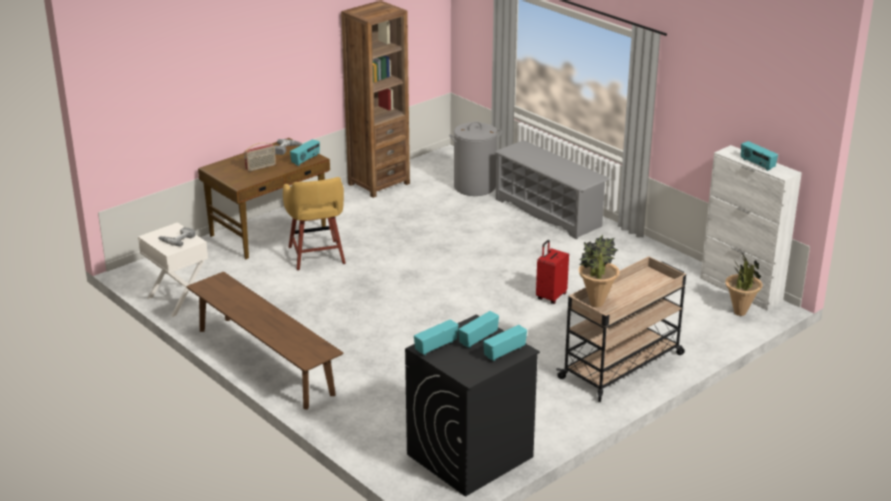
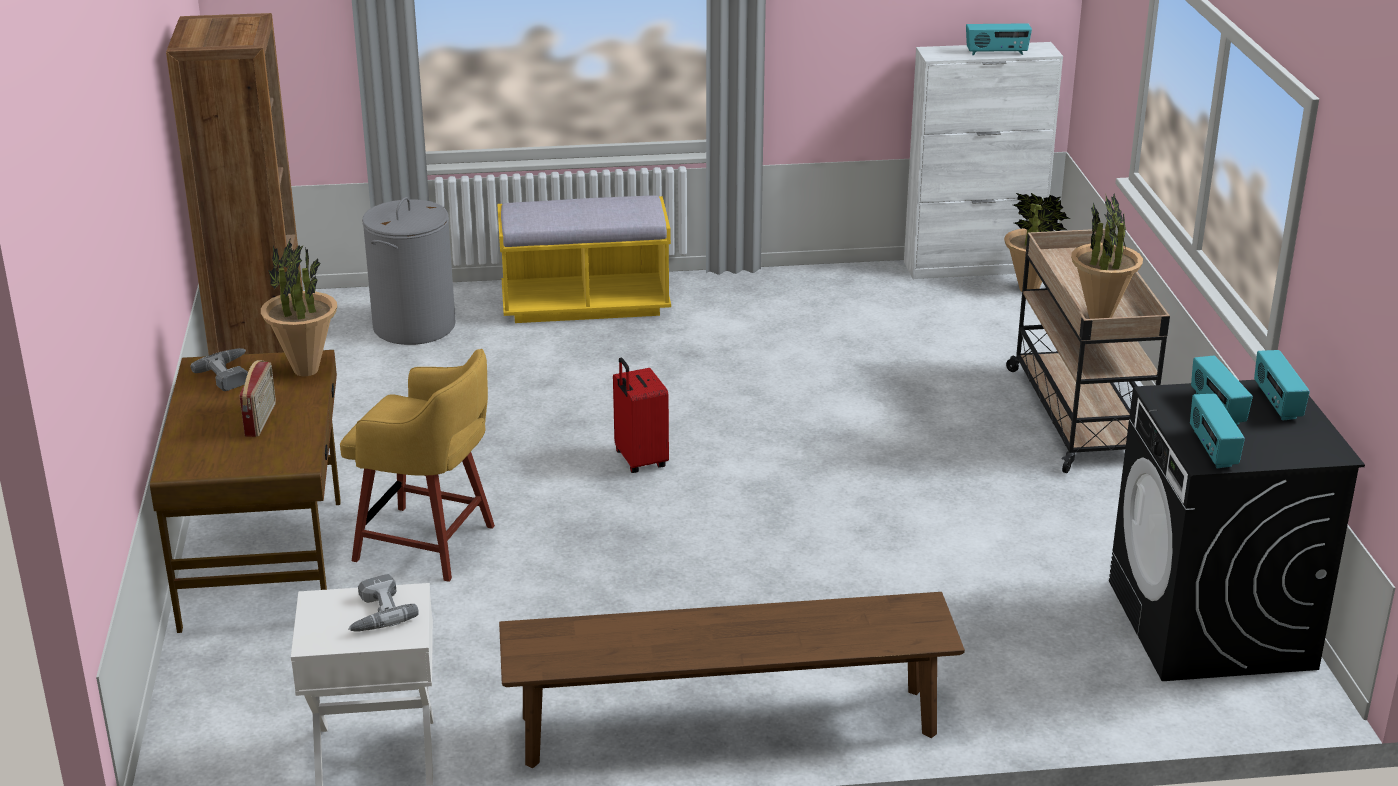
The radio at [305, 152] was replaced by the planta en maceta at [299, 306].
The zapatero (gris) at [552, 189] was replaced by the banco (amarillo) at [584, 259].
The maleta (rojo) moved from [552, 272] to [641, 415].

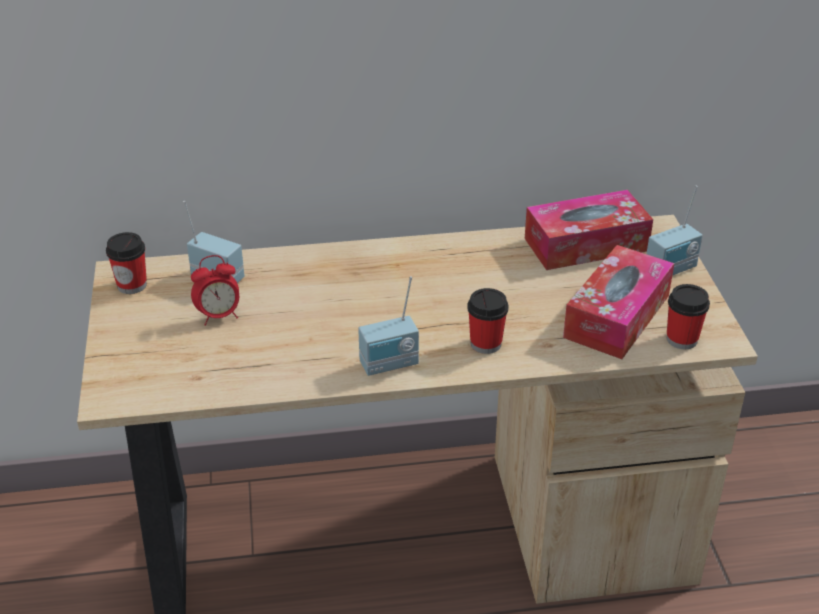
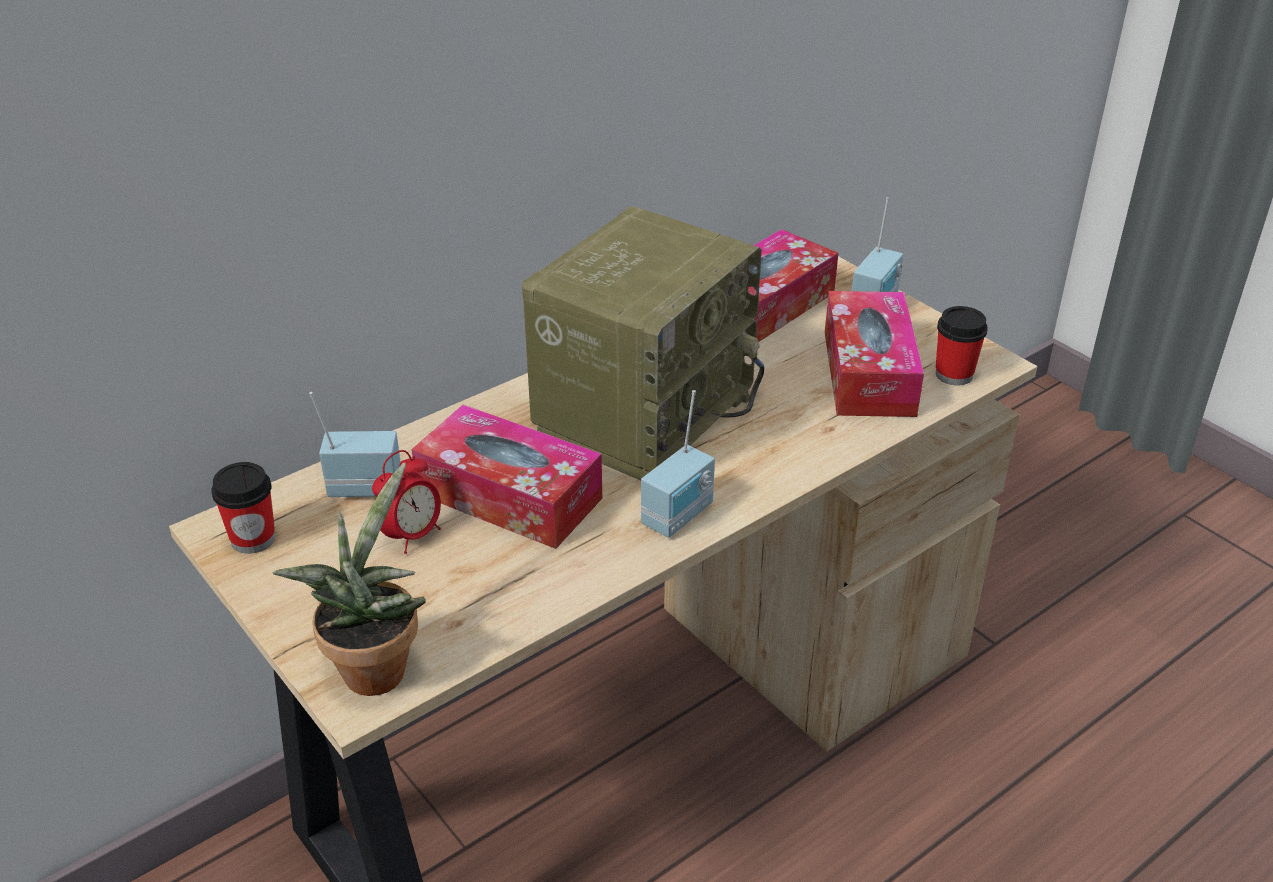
The taza at [487, 321] disappeared.
The radio at [643, 343] appeared.
The caja de pañuelos at [506, 476] appeared.
The planta en maceta at [349, 579] appeared.

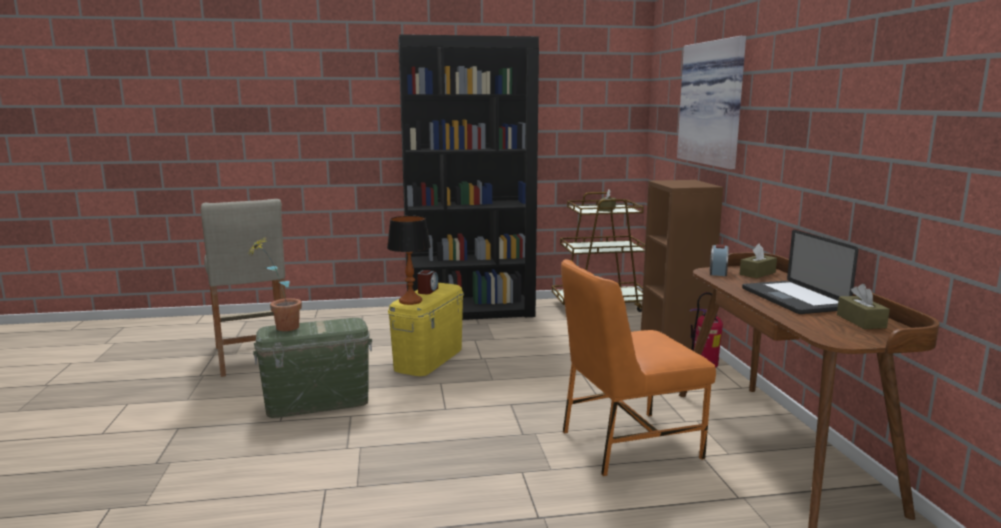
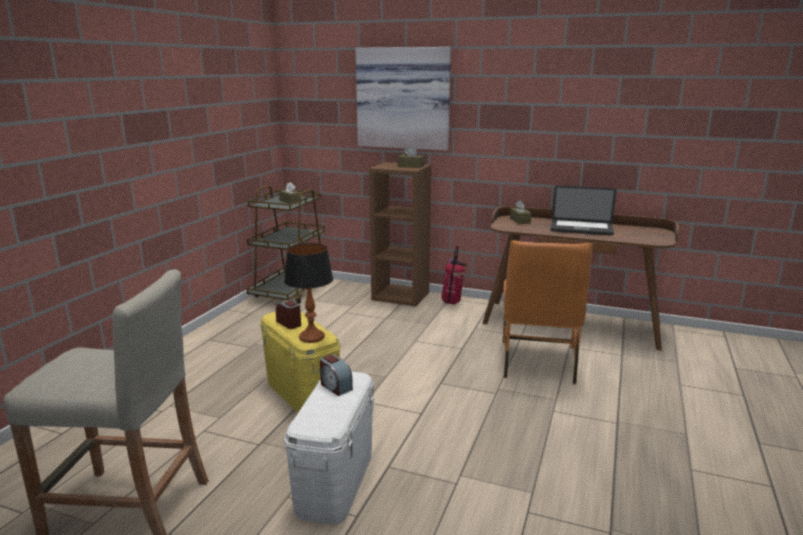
The estantería (negro) at [468, 177] disappeared.
The planta en maceta at [275, 283] disappeared.
The despertador moved from [719, 260] to [336, 375].
The caja de pañuelos (marrón) moved from [863, 306] to [411, 157].
The caja de almacenaje (verde) at [312, 368] became the caja de almacenaje (blanco) at [329, 447].

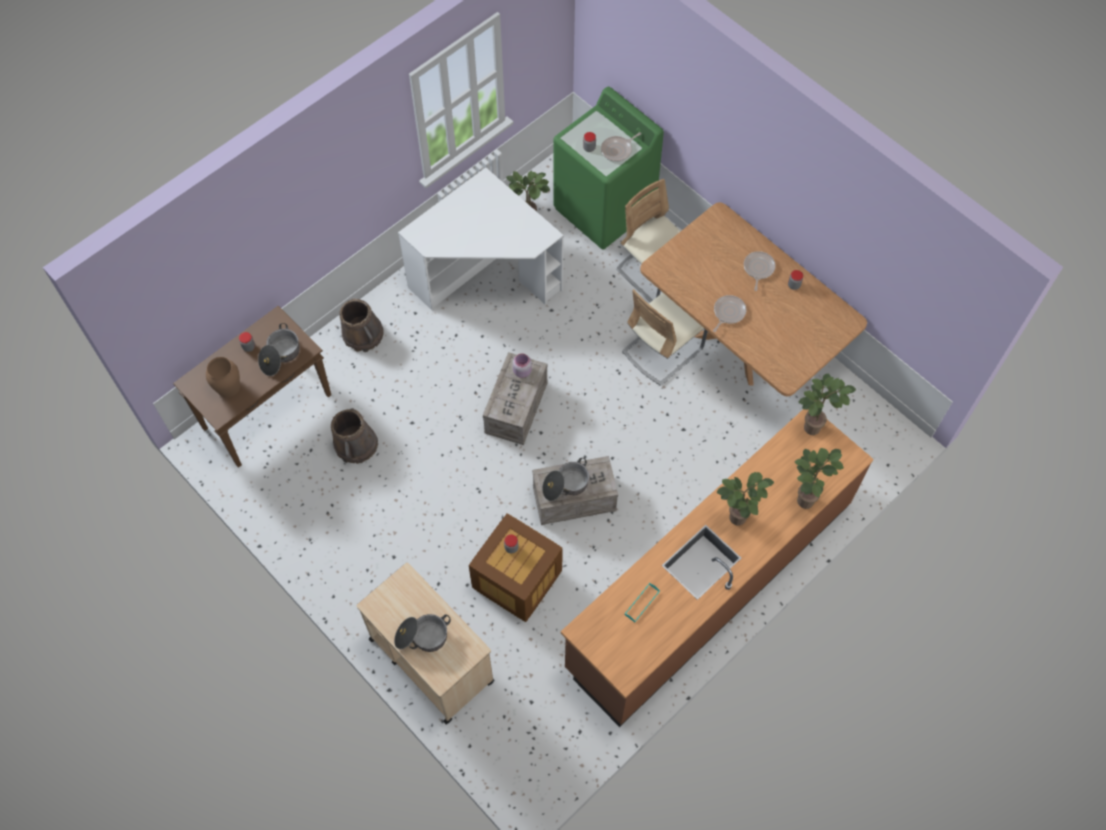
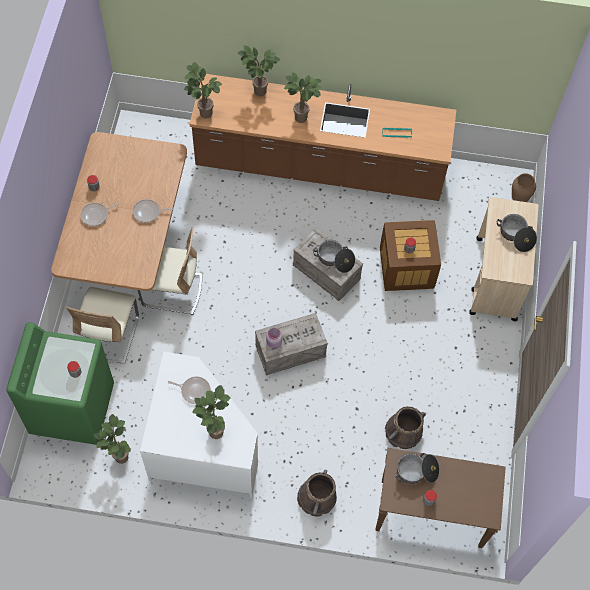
The sartén moved from [621, 147] to [189, 390].
The florero (marrón) moved from [223, 377] to [524, 187].
The planta en maceta at [211, 412] appeared.

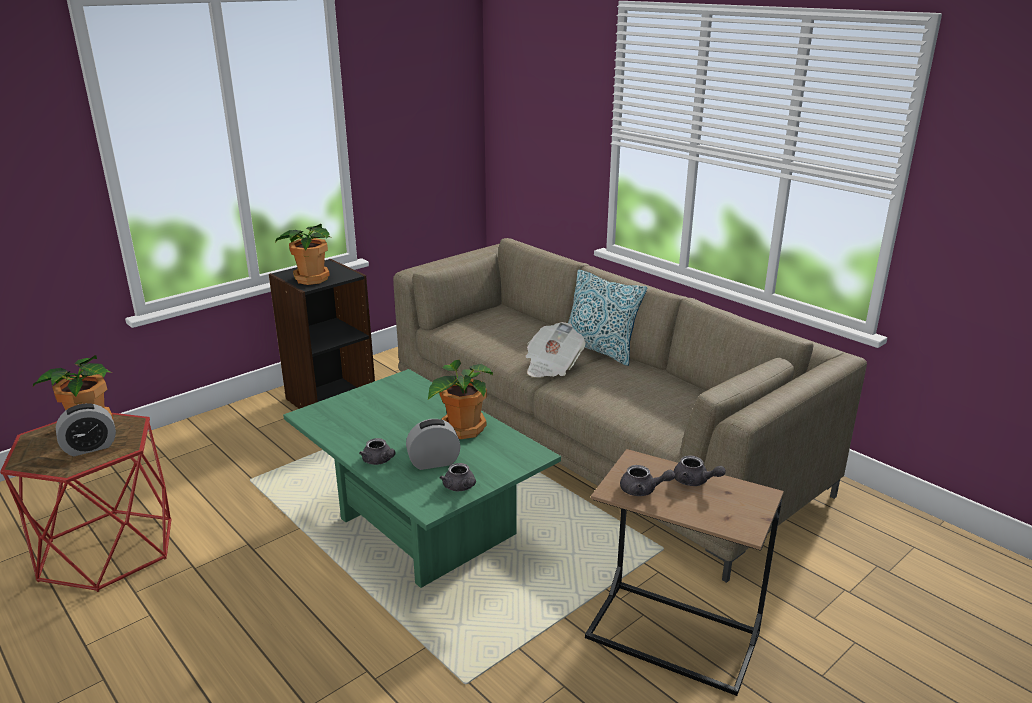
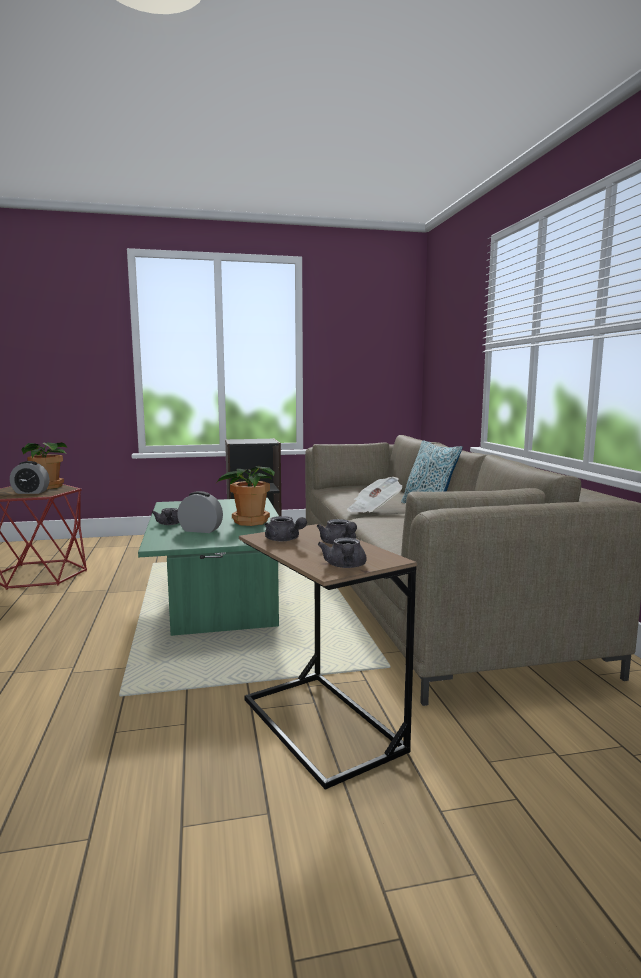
The planta en maceta at [303, 254] disappeared.
The tetera (gris) moved from [458, 477] to [342, 553].

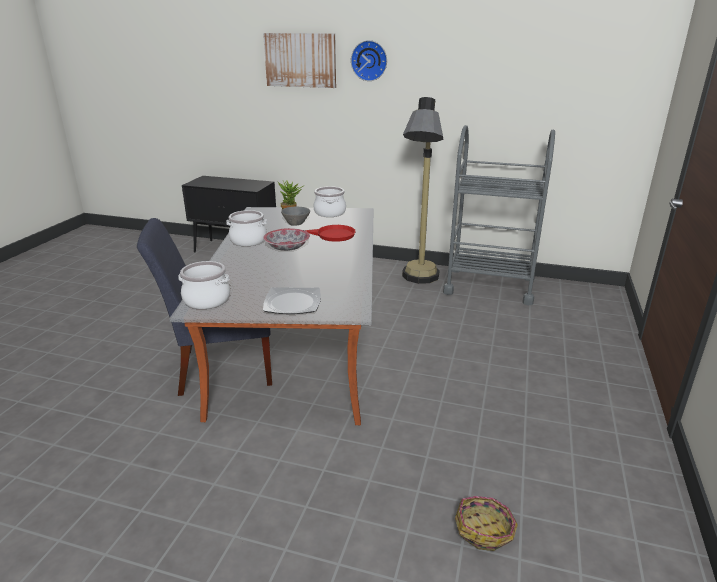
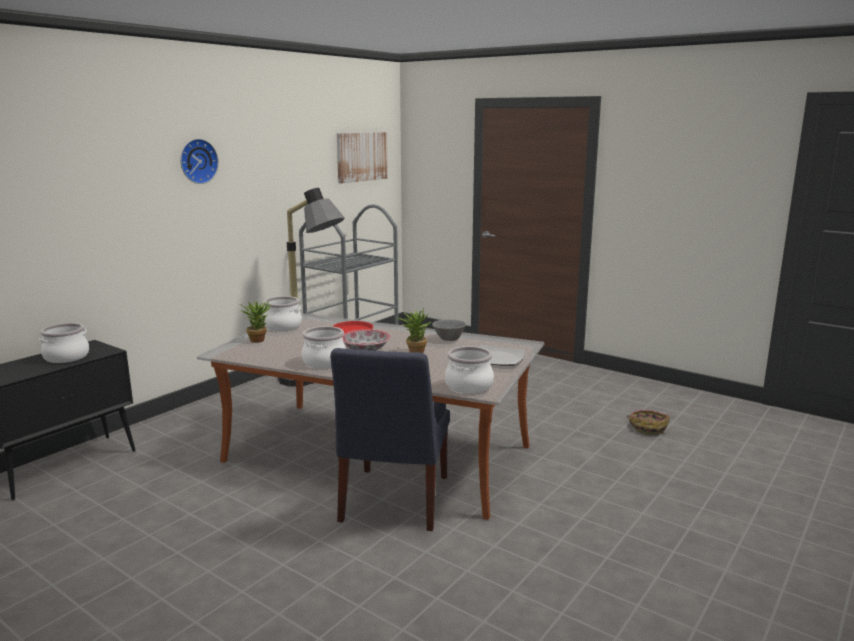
The cuadro moved from [299, 60] to [362, 157].
The cuenco (gris) moved from [295, 216] to [449, 330].
The planta en maceta at [414, 330] appeared.
The olla at [64, 343] appeared.

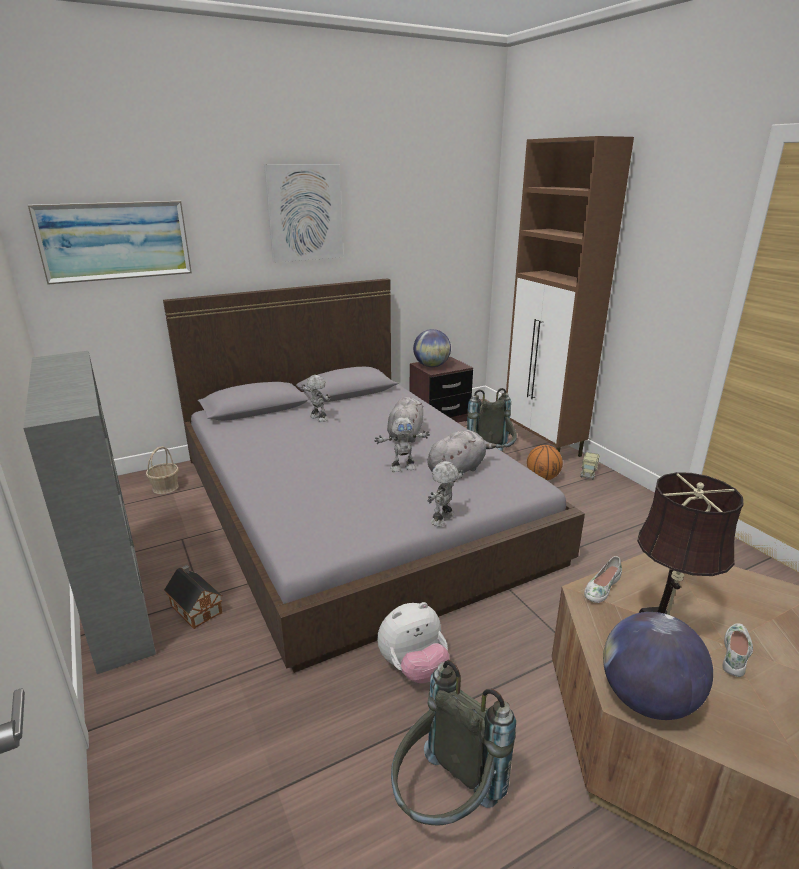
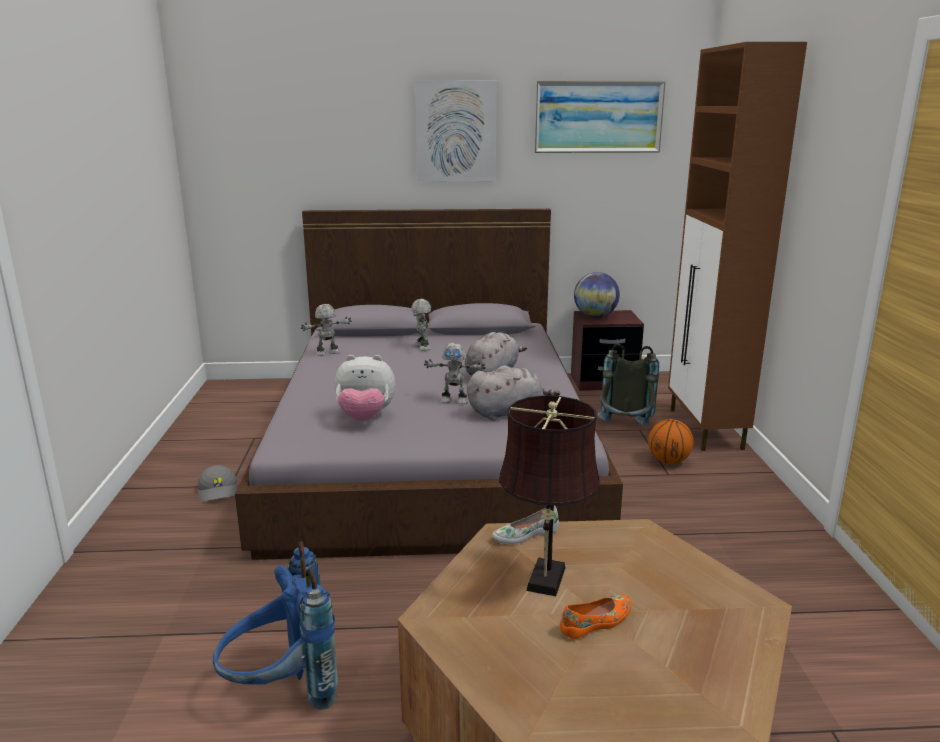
The cuadro moved from [109, 243] to [600, 117].
The estantería (gris) at [89, 512] disappeared.
The cesta at [162, 470] disappeared.
The camión de juguete at [590, 466] disappeared.
The robot de juguete moved from [445, 493] to [326, 330].
The casita at [193, 597] was replaced by the gorra (gris) at [218, 483].
The peluche moved from [413, 642] to [365, 388].
The globo terráqueo at [658, 666] disappeared.
The zapato (blanco) at [738, 650] became the zapato (naranja) at [596, 617].
The mochila (gris) at [453, 742] became the mochila (azul) at [275, 625].

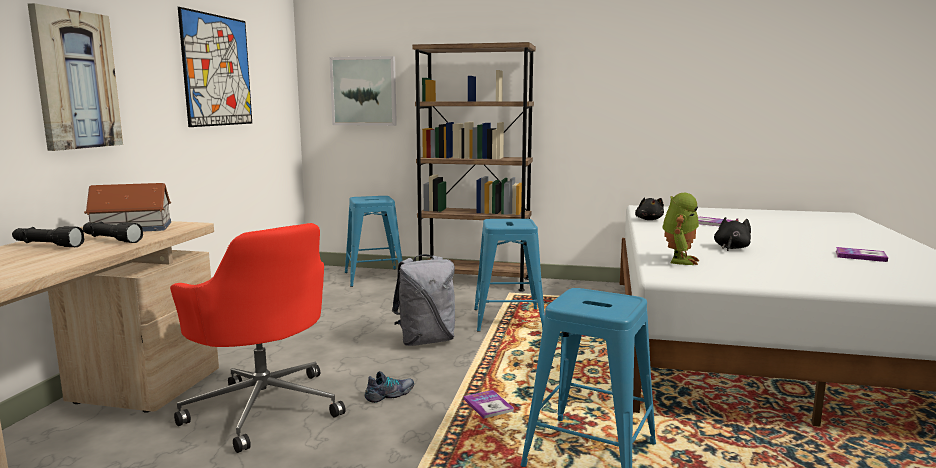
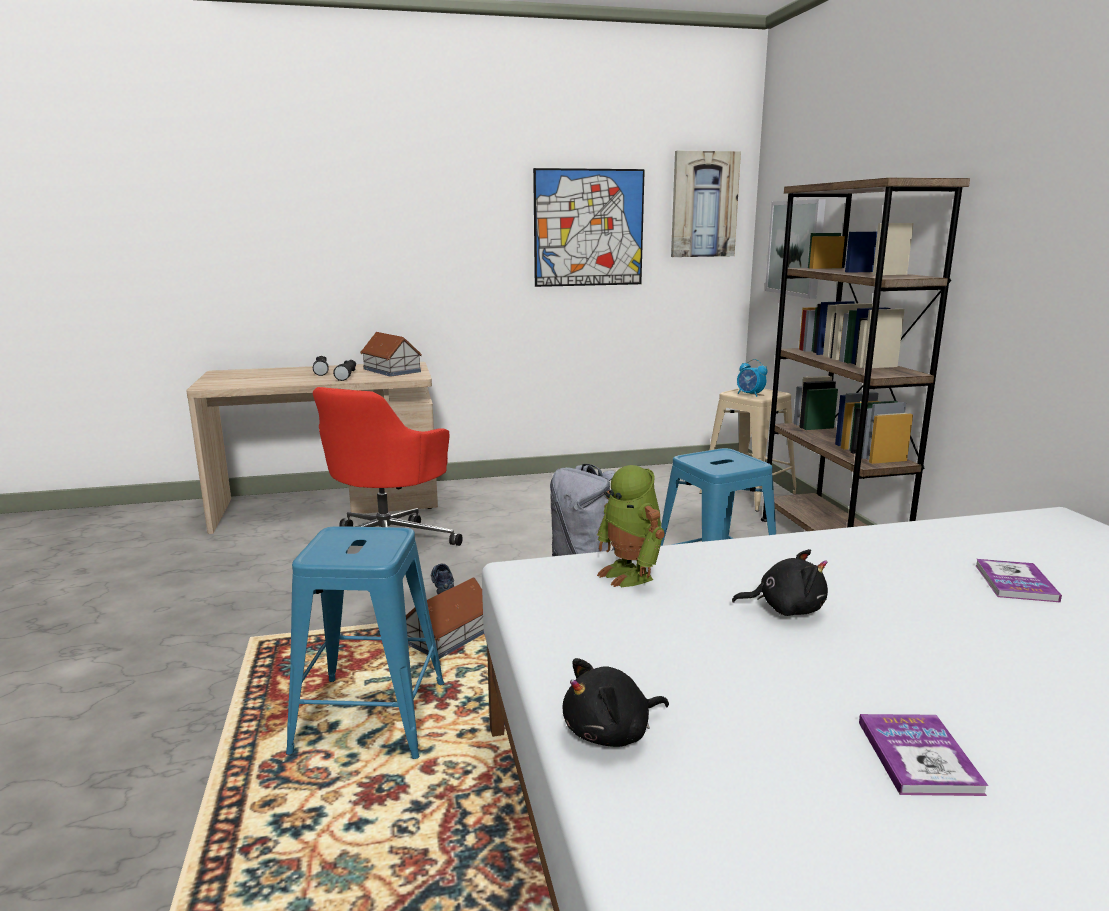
The cuadro moved from [75, 77] to [706, 204].
The robot de juguete at [680, 229] turned 60 degrees clockwise.
The taburete (azul) at [374, 241] became the taburete (beis) at [747, 449].
The peluche (negro) moved from [649, 208] to [616, 702].
The zapato at [389, 387] turned 135 degrees counterclockwise.
The libro at [489, 404] was replaced by the casita at [445, 618].
The despertador at [752, 378] appeared.

